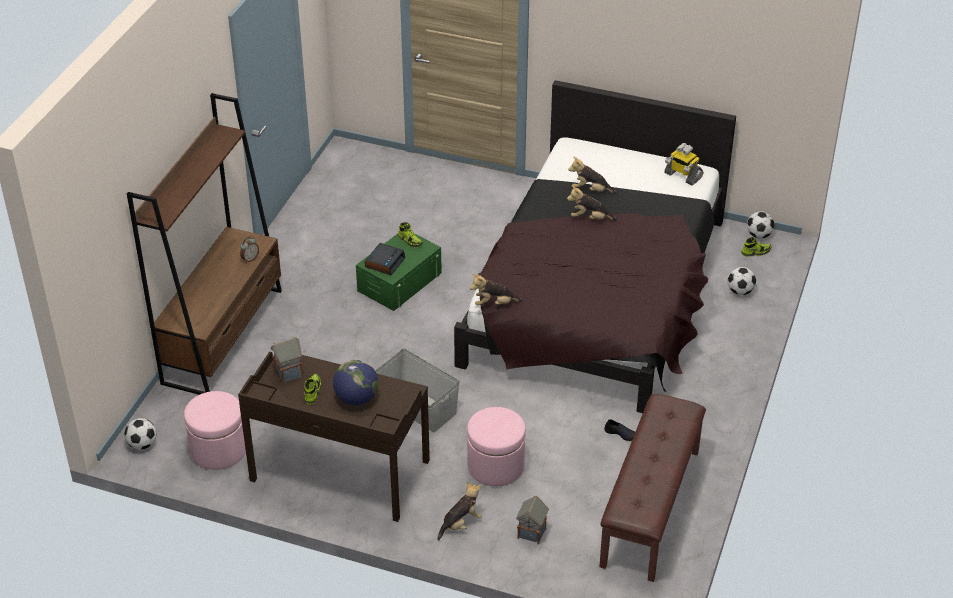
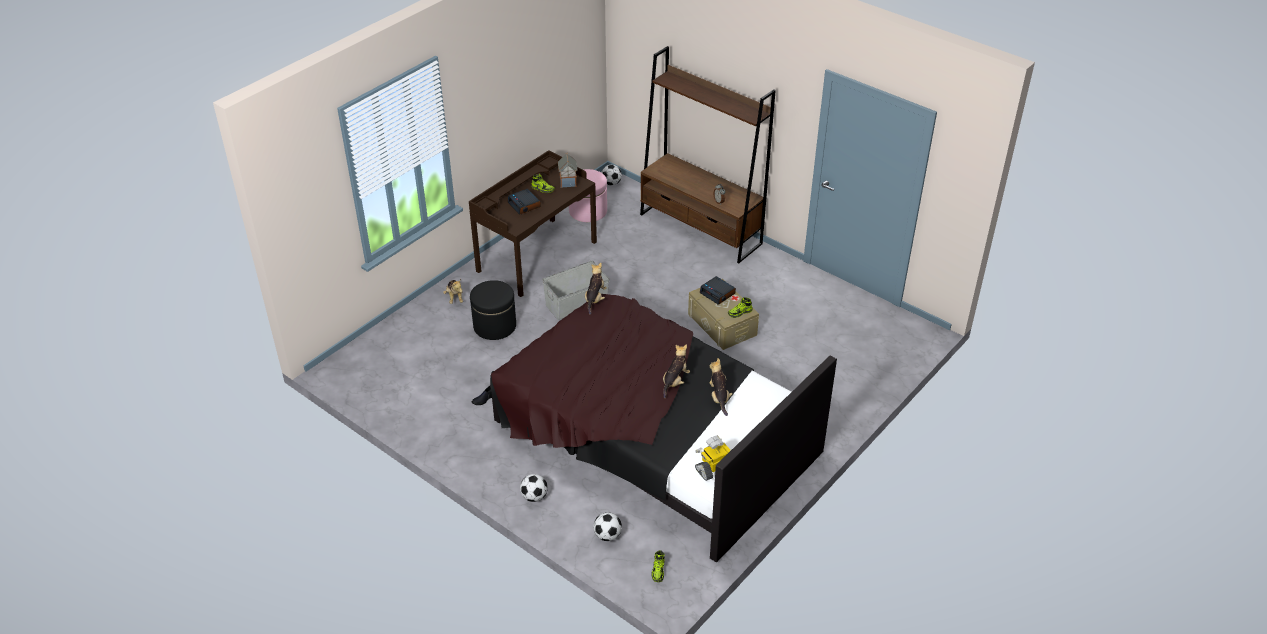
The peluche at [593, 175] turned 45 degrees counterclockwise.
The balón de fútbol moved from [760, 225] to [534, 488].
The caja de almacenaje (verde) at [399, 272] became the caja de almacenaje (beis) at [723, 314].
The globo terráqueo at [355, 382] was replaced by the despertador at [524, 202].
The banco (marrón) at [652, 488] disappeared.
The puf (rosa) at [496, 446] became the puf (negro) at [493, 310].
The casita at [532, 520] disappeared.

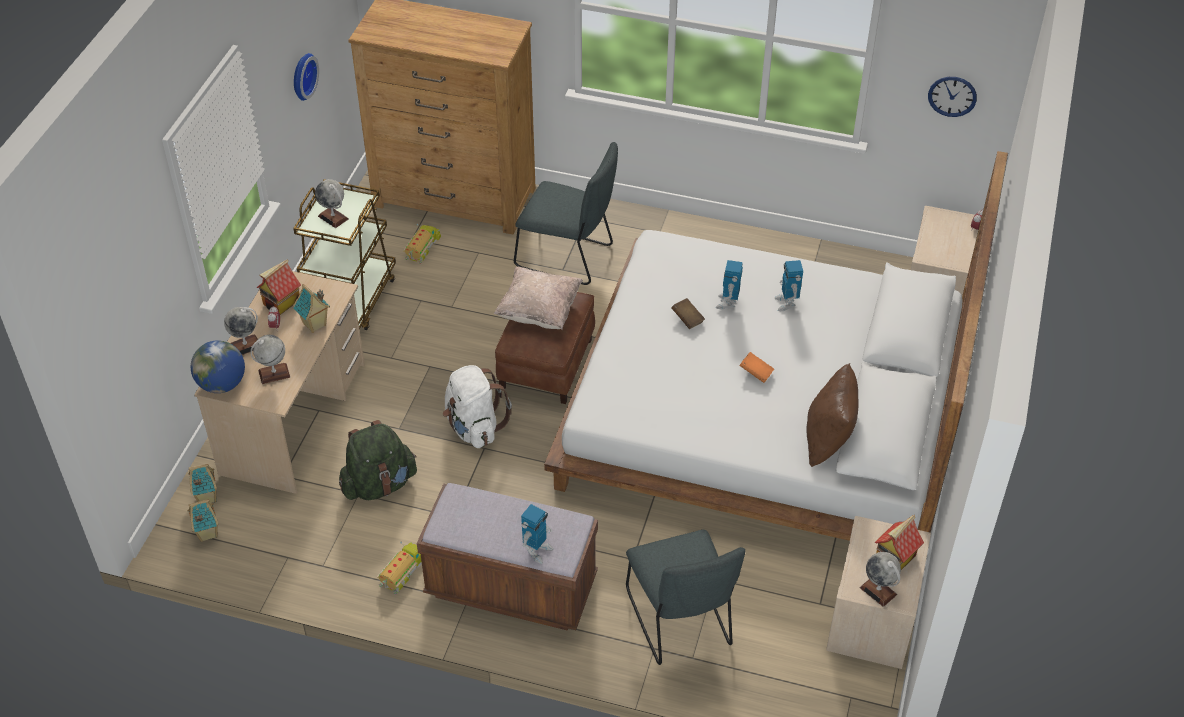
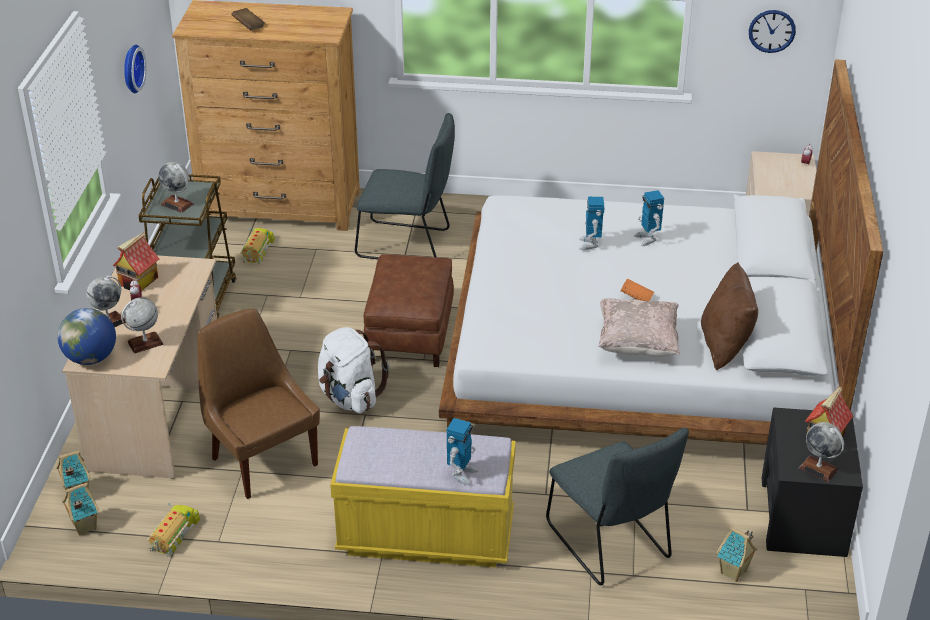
The cojín (beis) moved from [538, 298] to [639, 328].
The casita moved from [311, 308] to [737, 554].
The libro (marrón) moved from [688, 313] to [248, 19].
The mochila (verde) at [378, 460] was replaced by the silla (marrón) at [259, 403].
The banco (marrón) at [507, 557] became the banco (amarillo) at [423, 496].
The mesita de noche (beis) at [878, 592] became the mesita de noche (negro) at [812, 482].
The camión de juguete moved from [399, 568] to [173, 530].

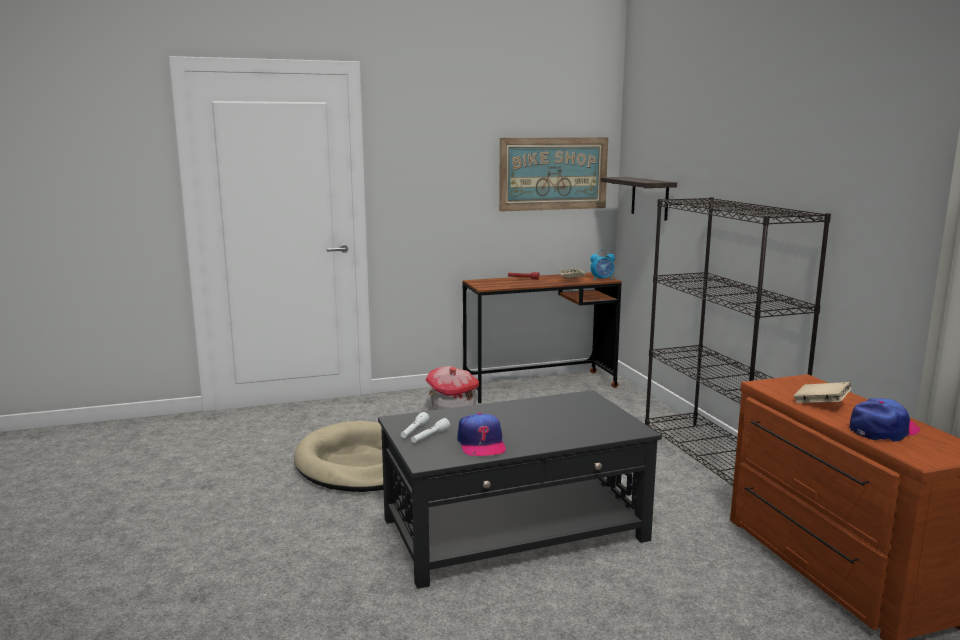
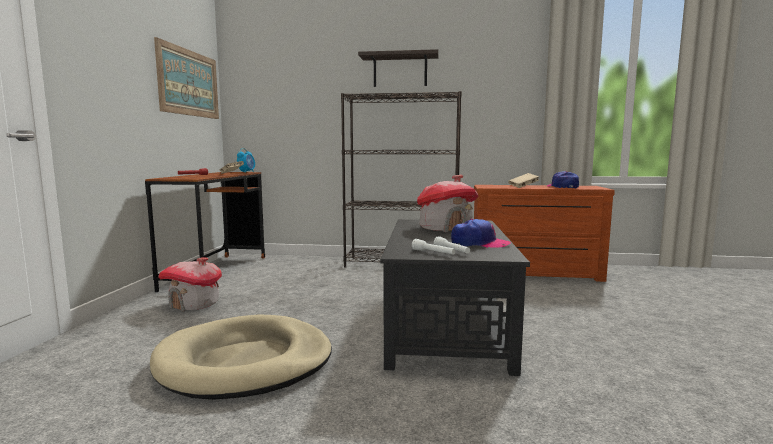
The estante moved from [639, 199] to [398, 68].
The casita at [447, 203] appeared.

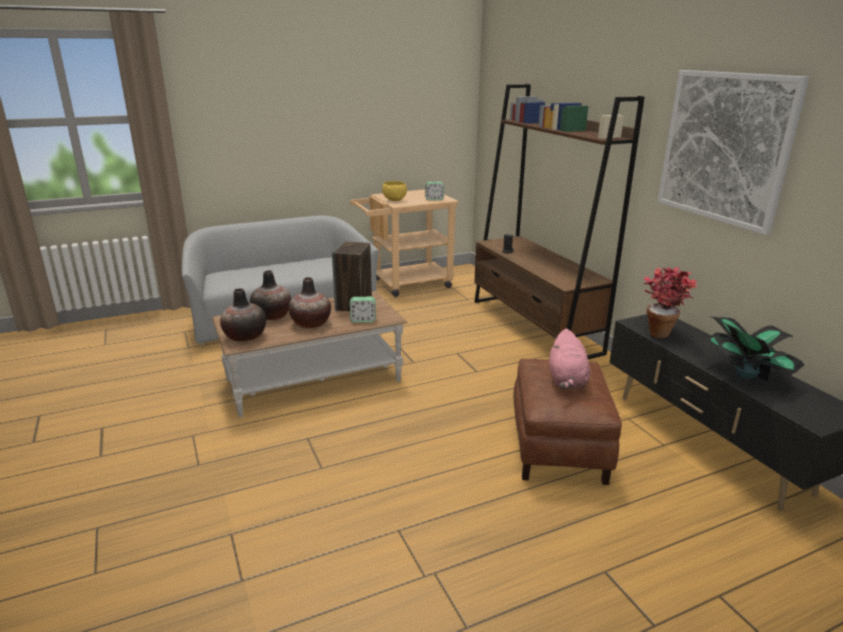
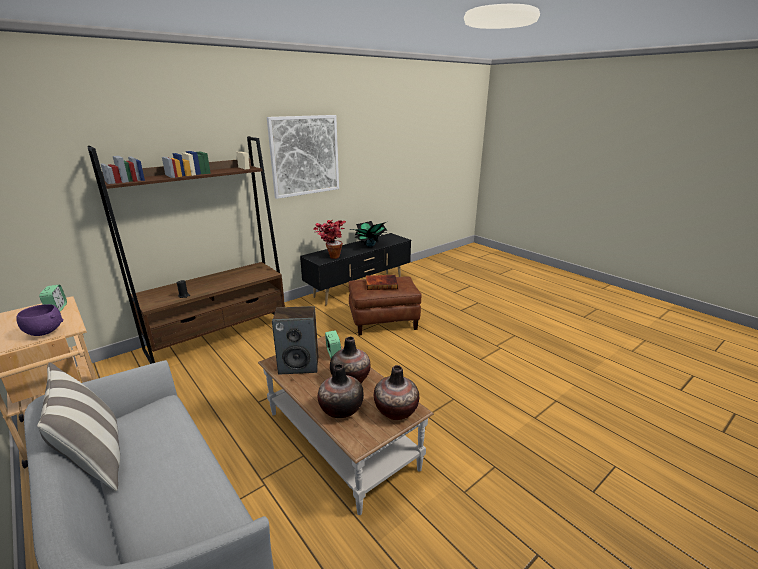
The cuenco (amarillo) at [394, 191] became the cuenco (morado) at [39, 320].
The peluche (rosa) at [569, 359] was replaced by the libro at [382, 282].
The cojín at [78, 426] appeared.

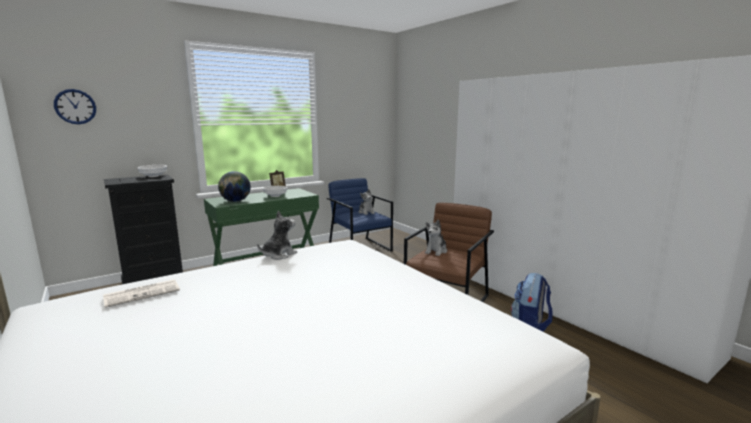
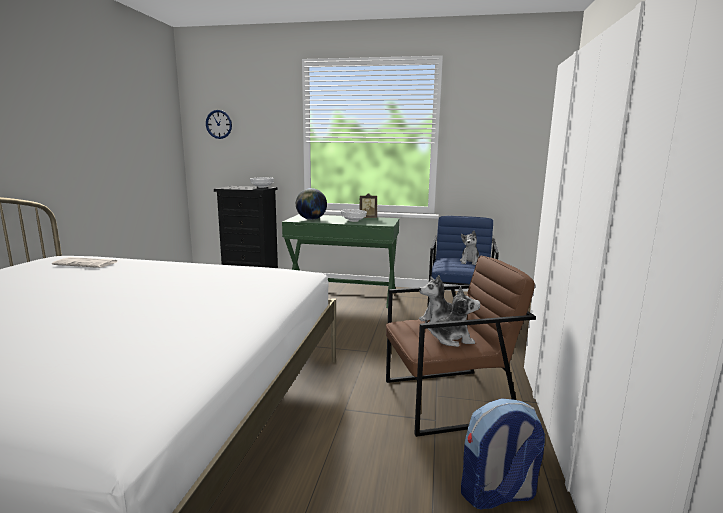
The peluche moved from [277, 235] to [452, 316].

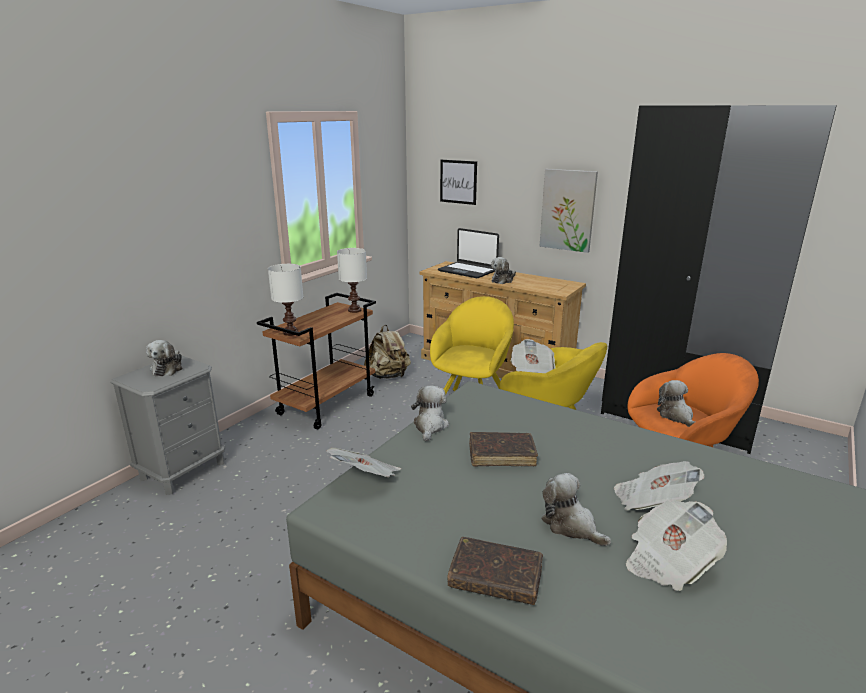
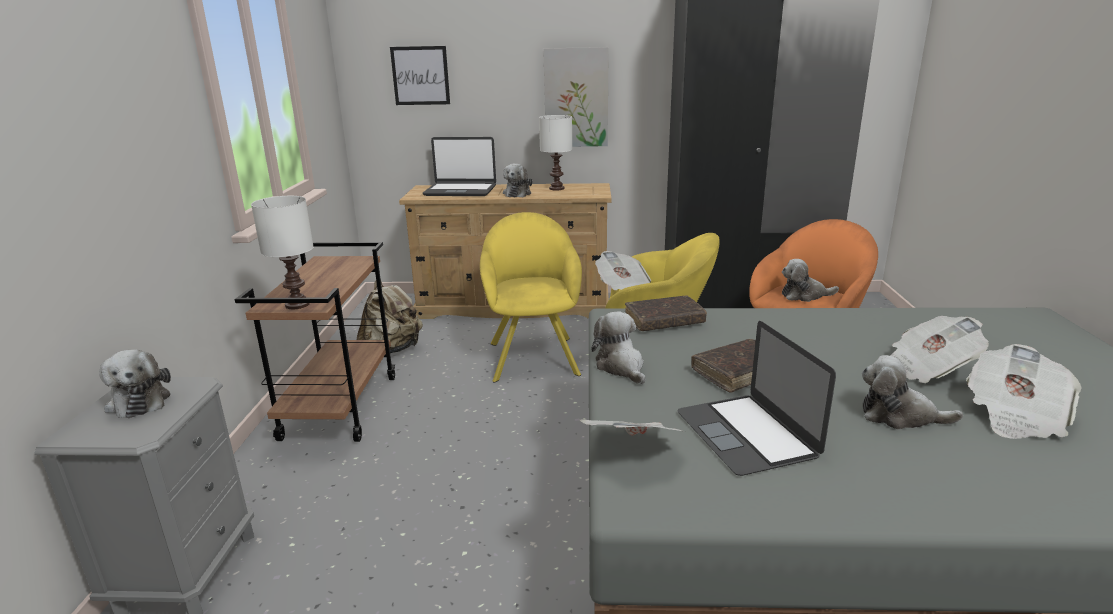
The lámpara de mesa (blanco) moved from [352, 280] to [555, 153].
The peluche at [676, 403] turned 45 degrees counterclockwise.
The libro (marrón) moved from [495, 571] to [666, 313].
The portátil at [756, 398] appeared.

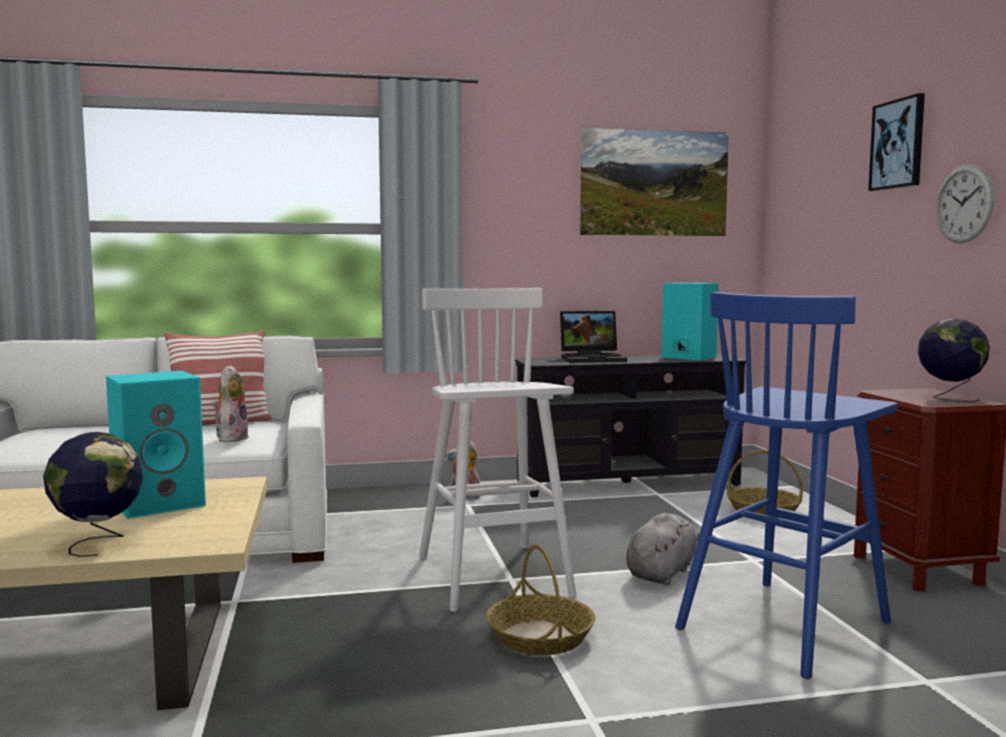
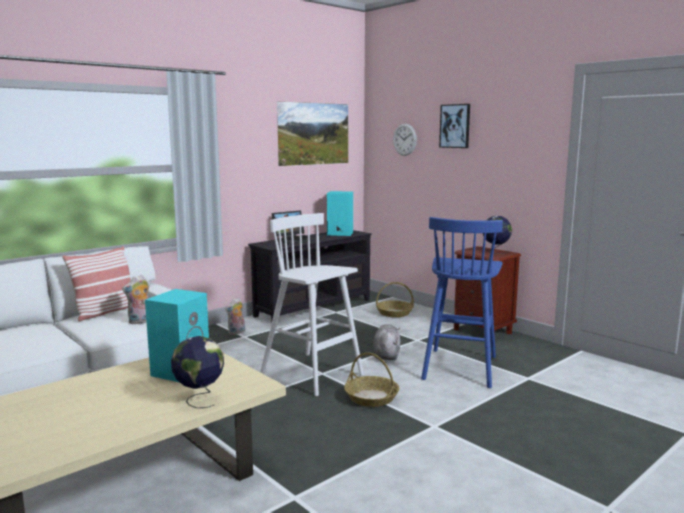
The reloj de pared moved from [965, 203] to [405, 140].
The peluche at [231, 403] turned 105 degrees counterclockwise.

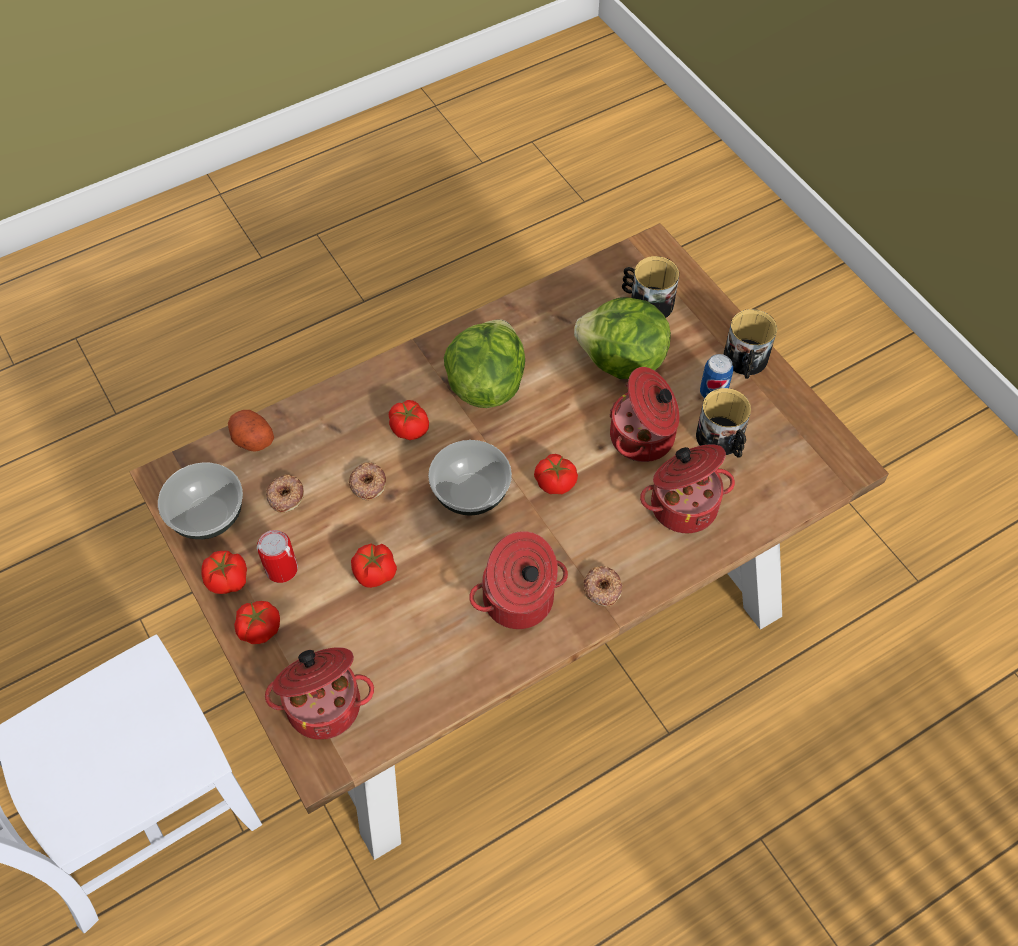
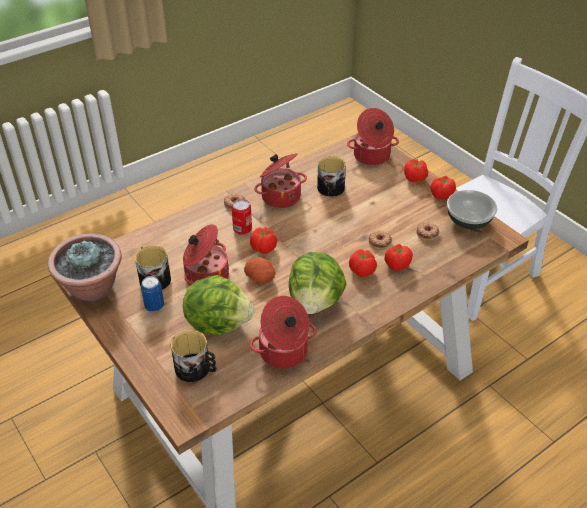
The taza grande moved from [750, 344] to [331, 176].
The patata moved from [251, 431] to [260, 270].
The cuenco at [470, 478] disappeared.
The olla moved from [687, 488] to [283, 332].
The lata moved from [277, 556] to [242, 217].
The tomate moved from [374, 566] to [399, 257].
The planta en maceta at [85, 267] appeared.

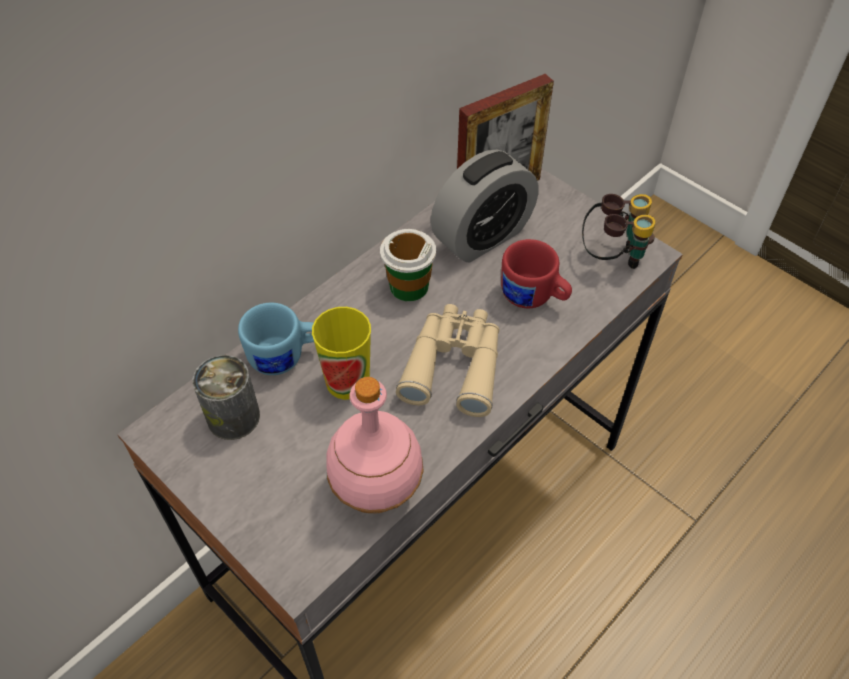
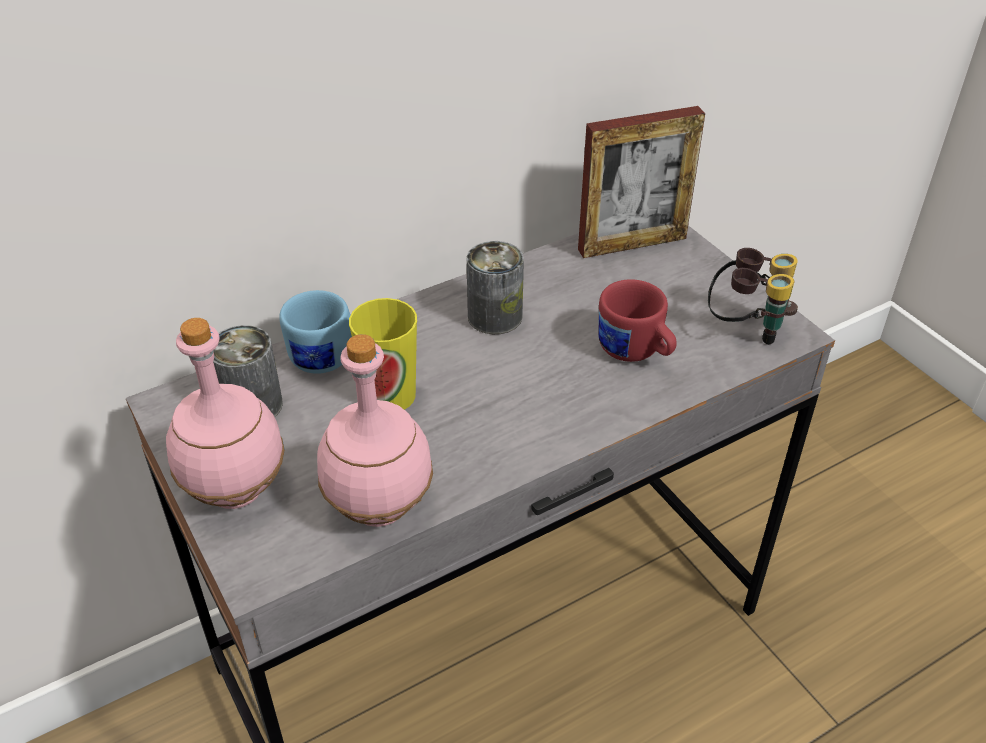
The despertador at [484, 205] disappeared.
The taza at [408, 265] was replaced by the lata at [495, 287].
The prismáticos (beis) at [447, 360] disappeared.
The botella (rosa) at [225, 413] appeared.

